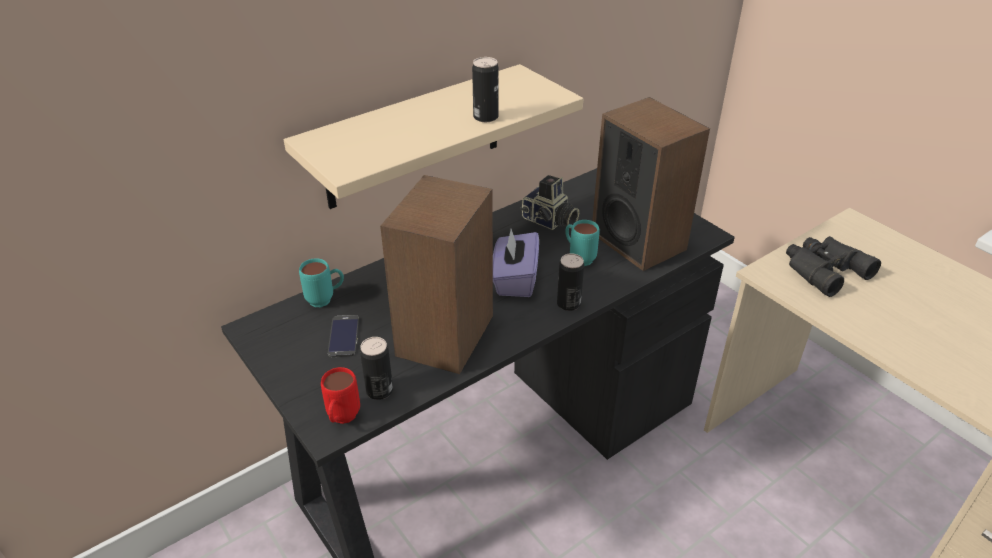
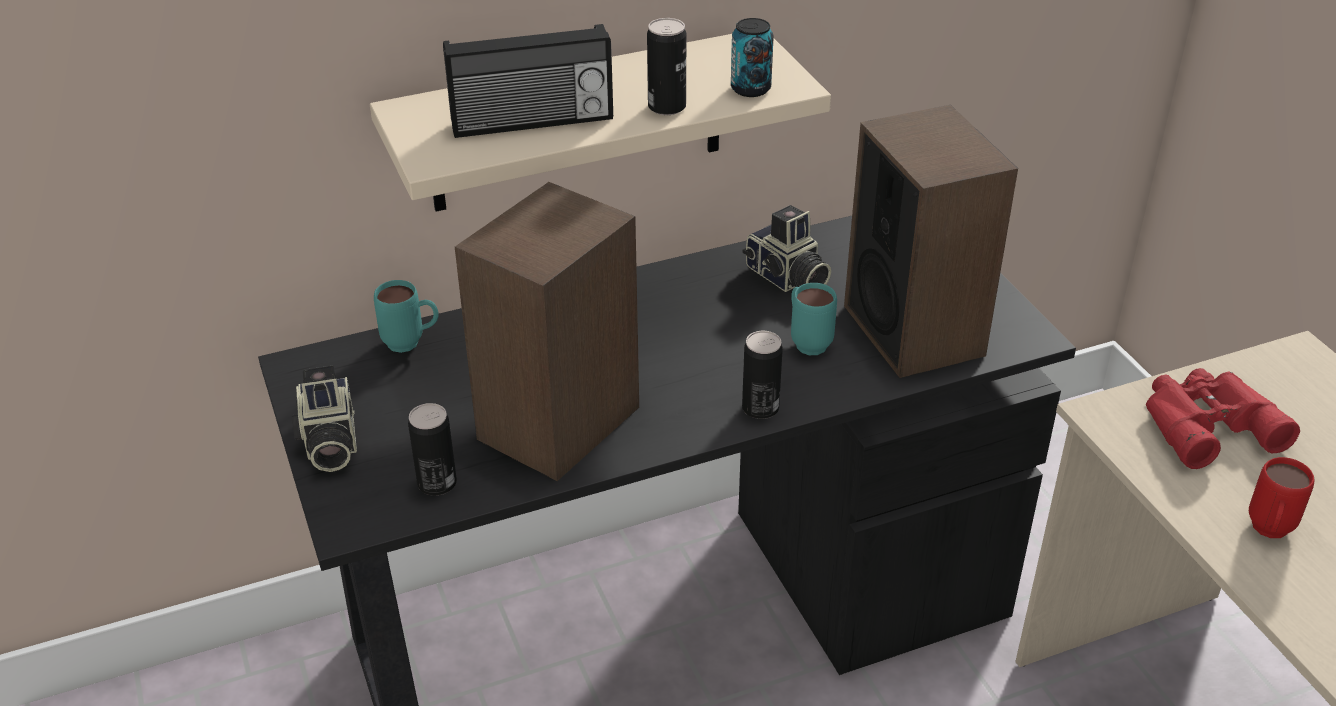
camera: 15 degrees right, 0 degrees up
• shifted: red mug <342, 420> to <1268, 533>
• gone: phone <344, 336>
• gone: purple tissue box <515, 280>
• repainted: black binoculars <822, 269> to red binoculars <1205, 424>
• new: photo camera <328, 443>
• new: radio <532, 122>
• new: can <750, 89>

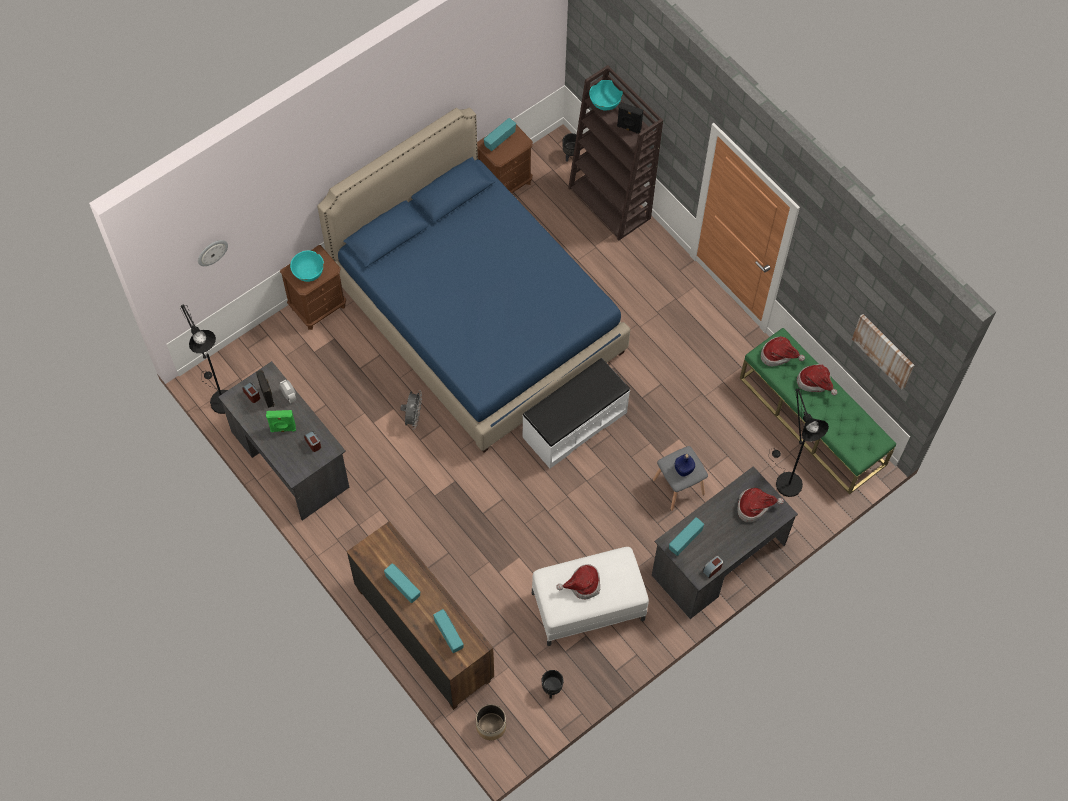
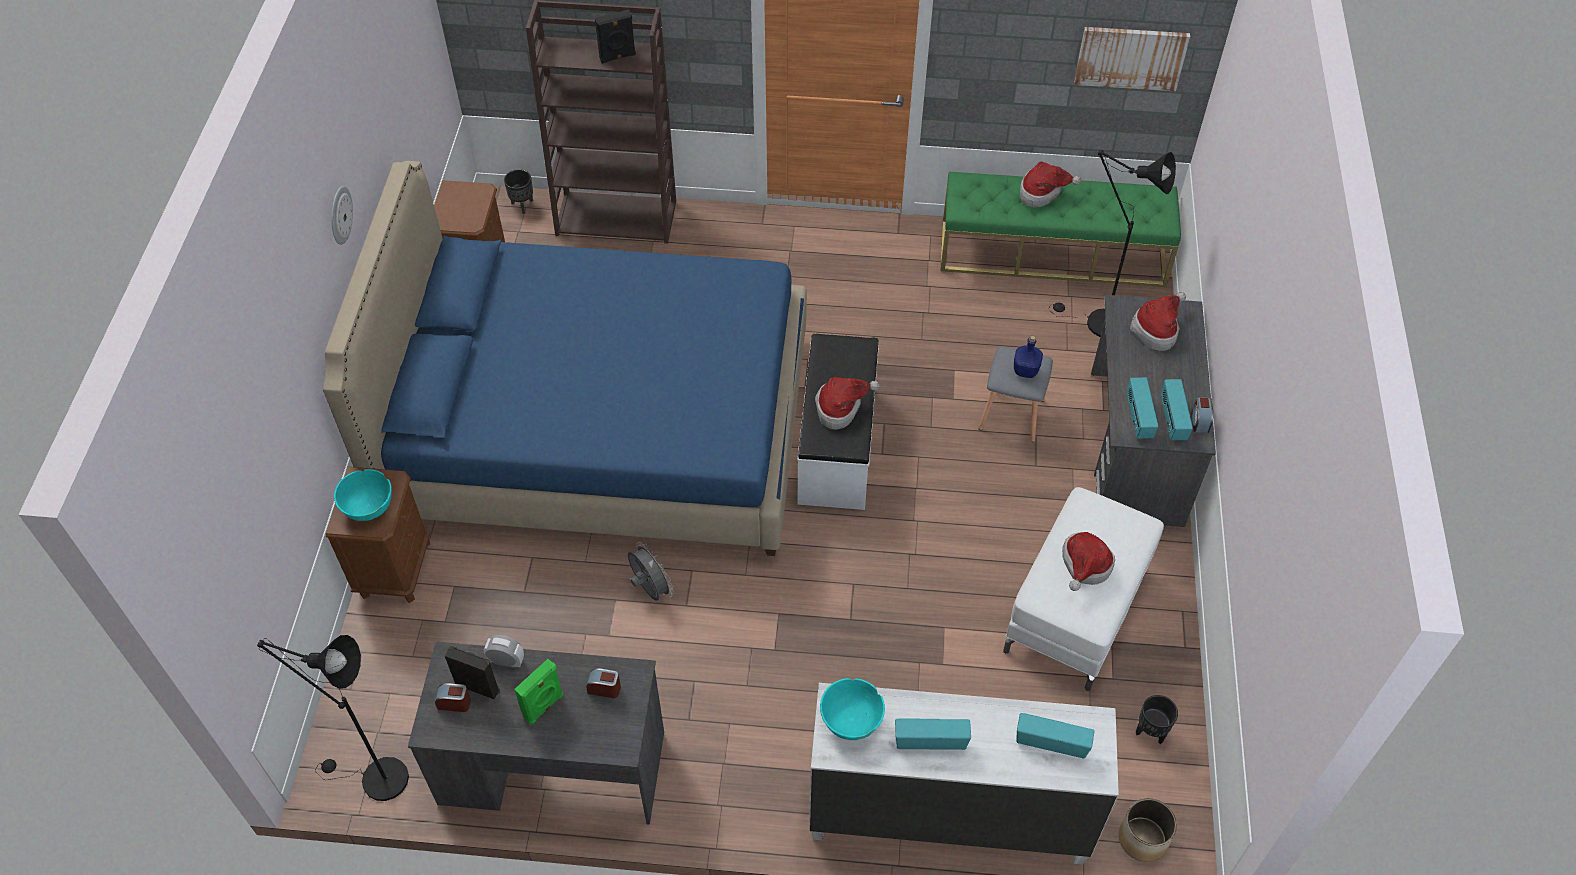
camera: 45 degrees left, 10 degrees down
• shifted: wall clock <212, 252> to <340, 215>
• repainted: brown dresser <424, 634> to white dresser <947, 813>
• shifted: radio <499, 140> to <1172, 420>
• shifted: turquoise bowl <605, 102> to <851, 720>
• shifted: hat <778, 355> to <841, 408>

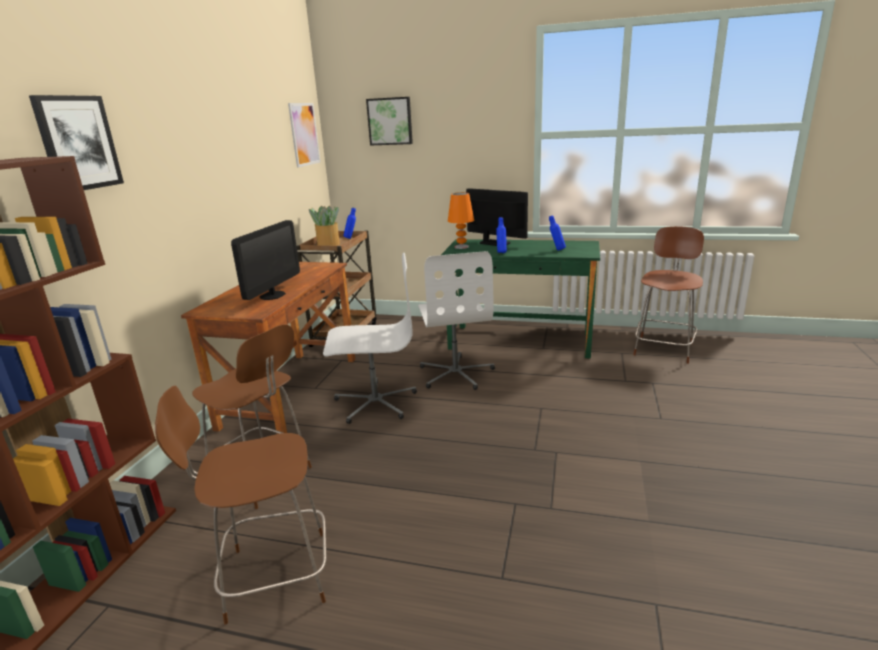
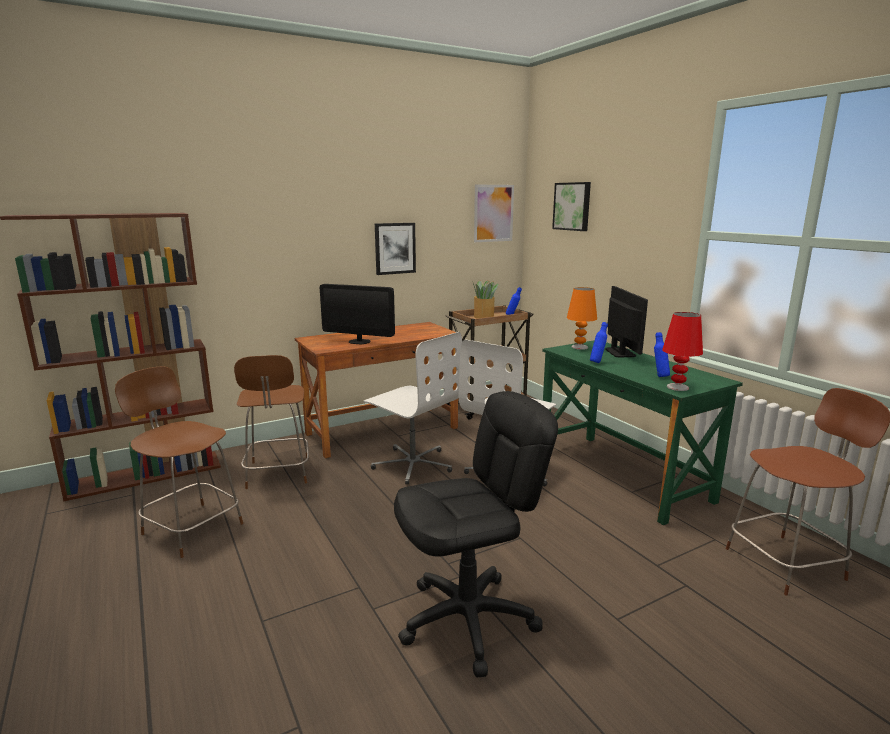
camera: 45 degrees right, 5 degrees down
• shifted: picture <78, 143> to <395, 248>
• rotated: monitor <272, 295> = <359, 341> 45 degrees clockwise
• new: black office chair <468, 620>
• new: red table lamp <678, 387>

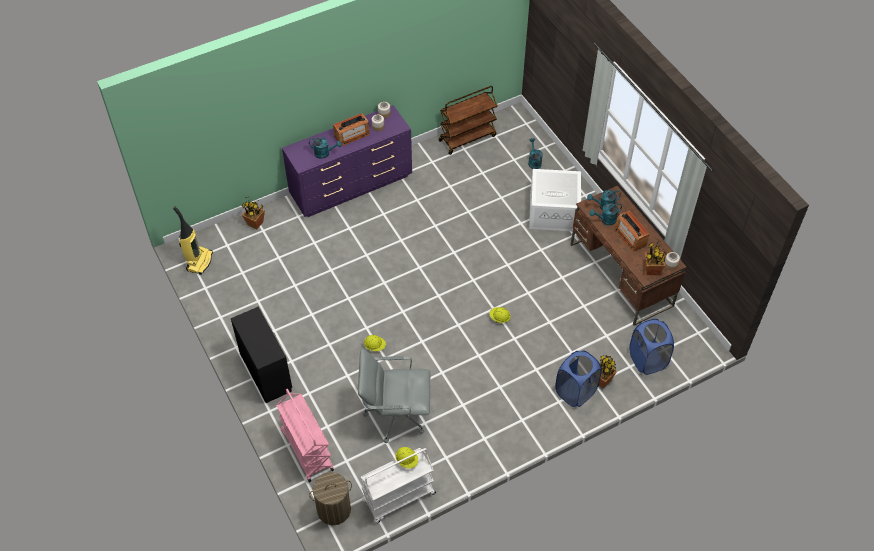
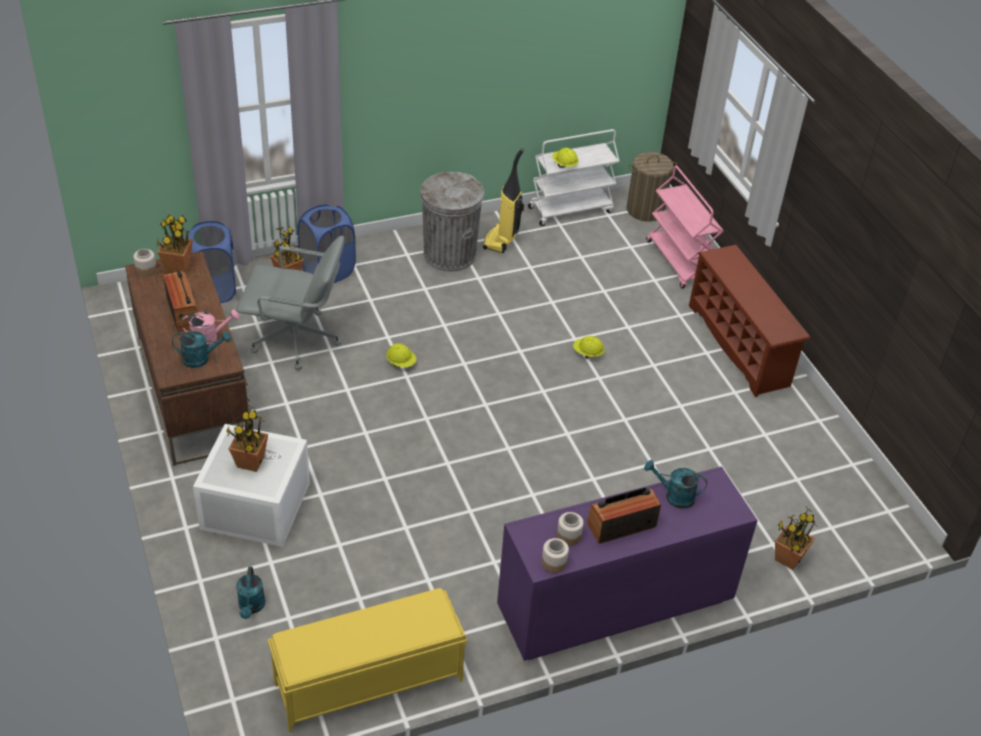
camera: 175 degrees left, 10 degrees down
• shifted: vacuum cleaner <199, 261> to <501, 240>
• swapped: black dresser <266, 371> to brown shoe rack <740, 345>
• shifted: grey office chair <395, 414> to <296, 340>
• swapped: brown cart <467, 138> to yellow bench <367, 682>
• repainted: turquoise watering can <605, 220> to pink watering can <209, 339>
• new: potted plant <250, 462>
• new: grey trash can <449, 255>

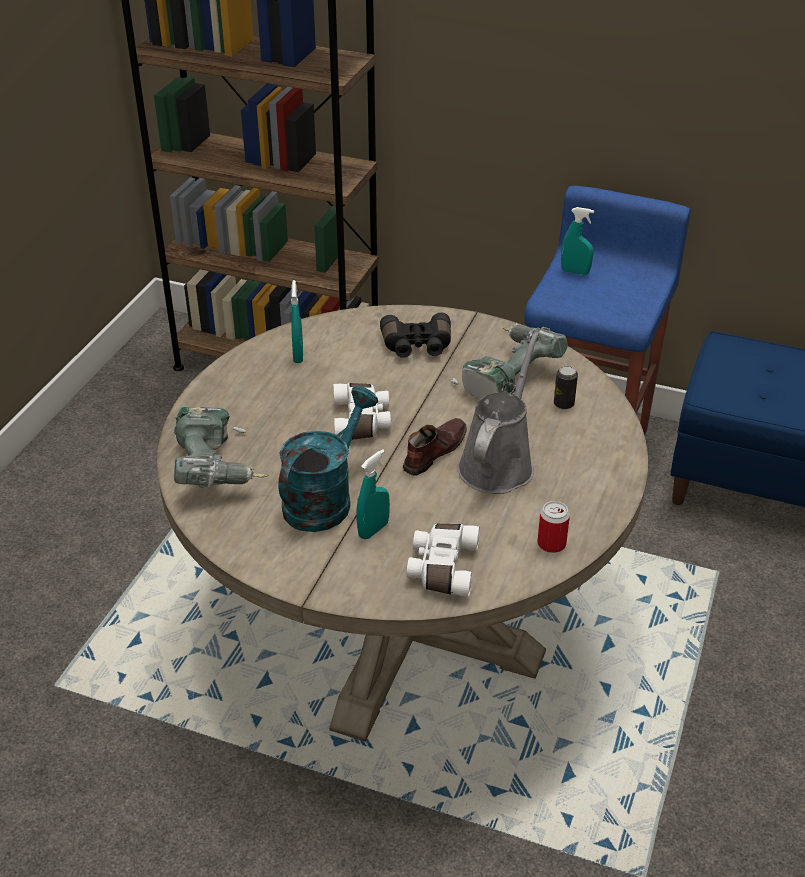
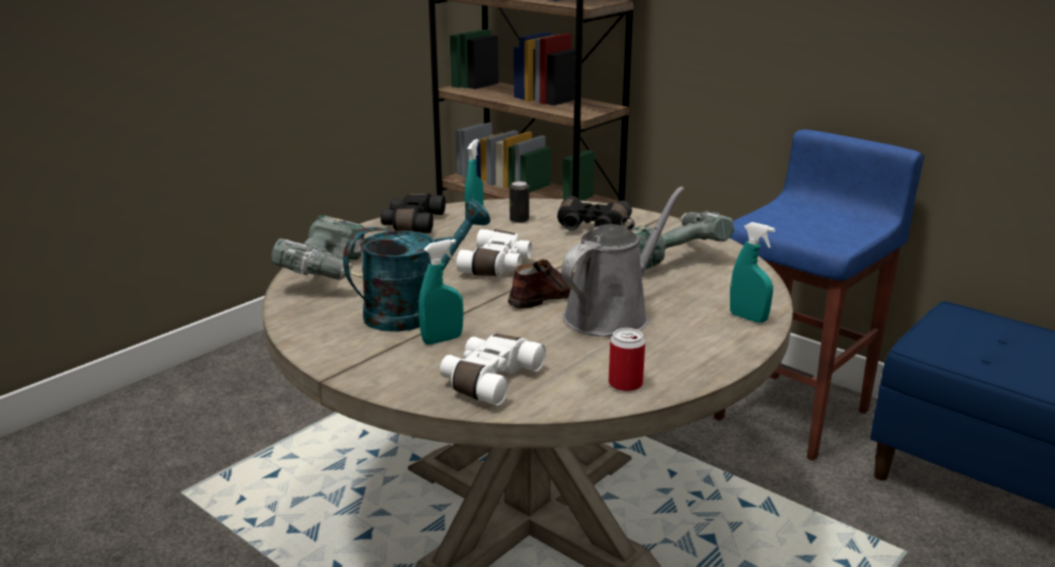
camera: 20 degrees right, 15 degrees down
• shifted: can <563, 404> to <519, 220>
• shifted: turquoise spray bottle <575, 272> to <748, 318>
• new: black binoculars <412, 224>

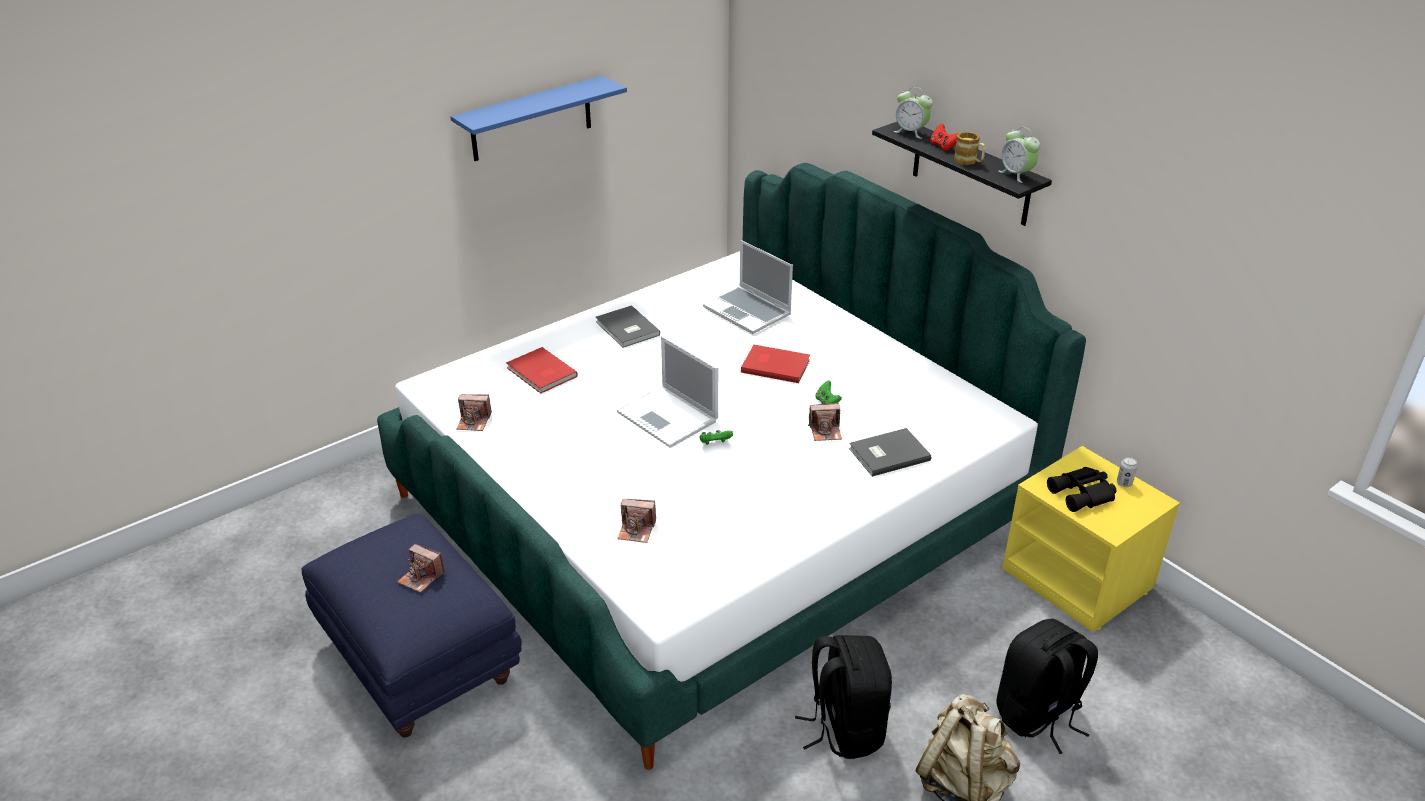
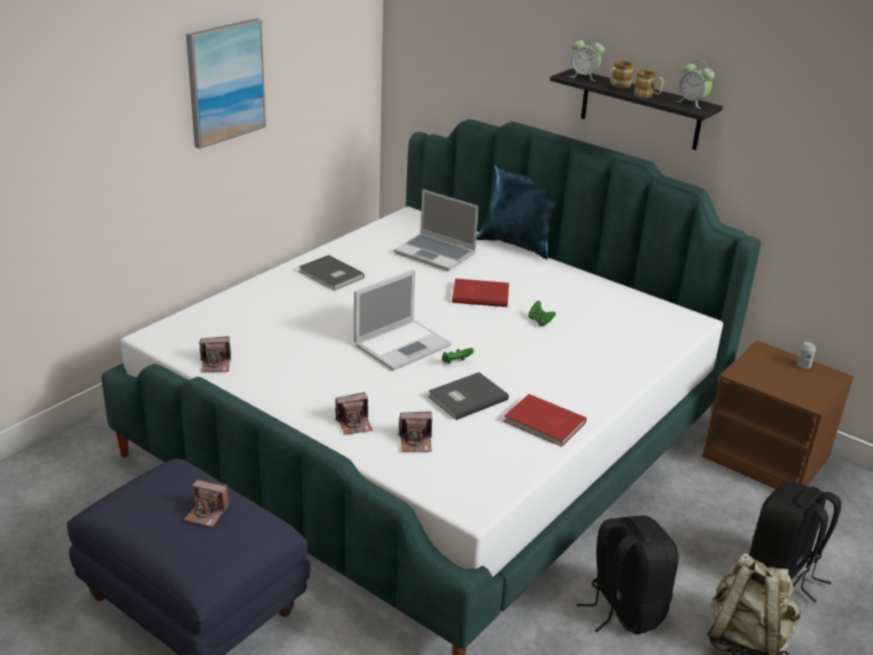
camera: 15 degrees left, 5 degrees down
• swapped: blue shelf <531, 119> to picture <225, 82>
• shifted: red book <541, 373> to <544, 423>
• rotated: laptop <669, 417> = <403, 344> 75 degrees counterclockwise
• shifted: photo camera <825, 431> to <354, 424>
• shifted: grey book <887, 453> to <465, 397>
• swapped: red game controller <943, 146> to mug <618, 86>
• repainted: yellow nightstand <1079, 579> to brown nightstand <767, 458>
• gone: black binoculars <1083, 494>
• new: blue pillow <517, 245>

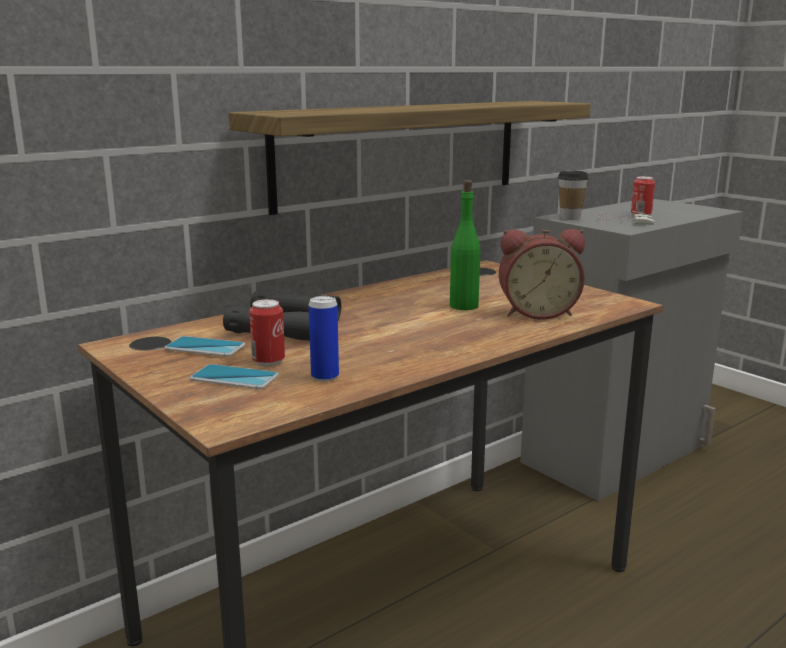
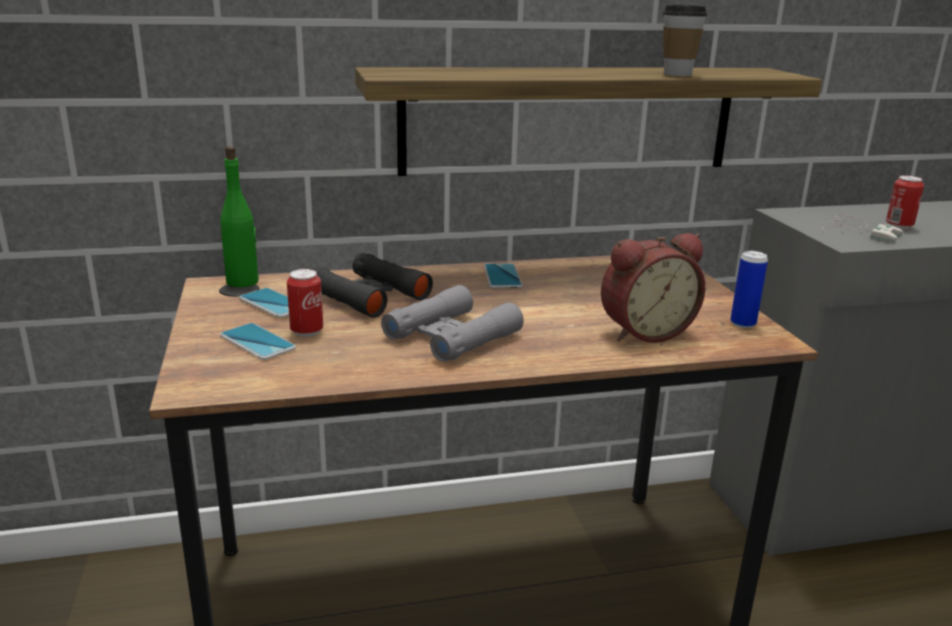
camera: 25 degrees right, 5 degrees up
• shifted: can <325, 377> to <743, 323>
• shifted: green bottle <464, 306> to <243, 282>
• rotated: alarm clock <537, 313> = <644, 331> 45 degrees counterclockwise
• shifted: cup <570, 218> to <677, 74>
• new: grey binoculars <452, 336>
• new: phone <502, 277>

